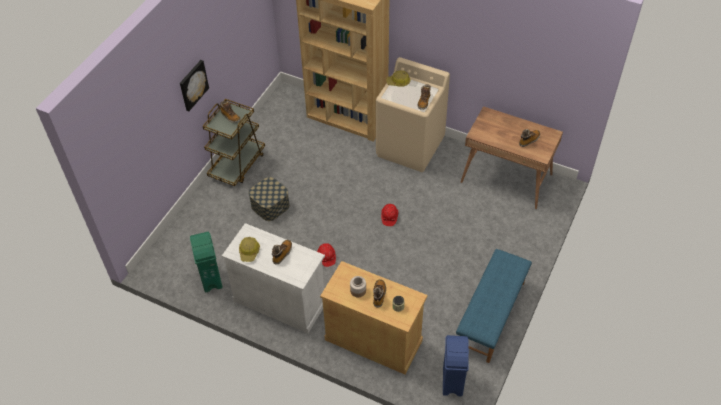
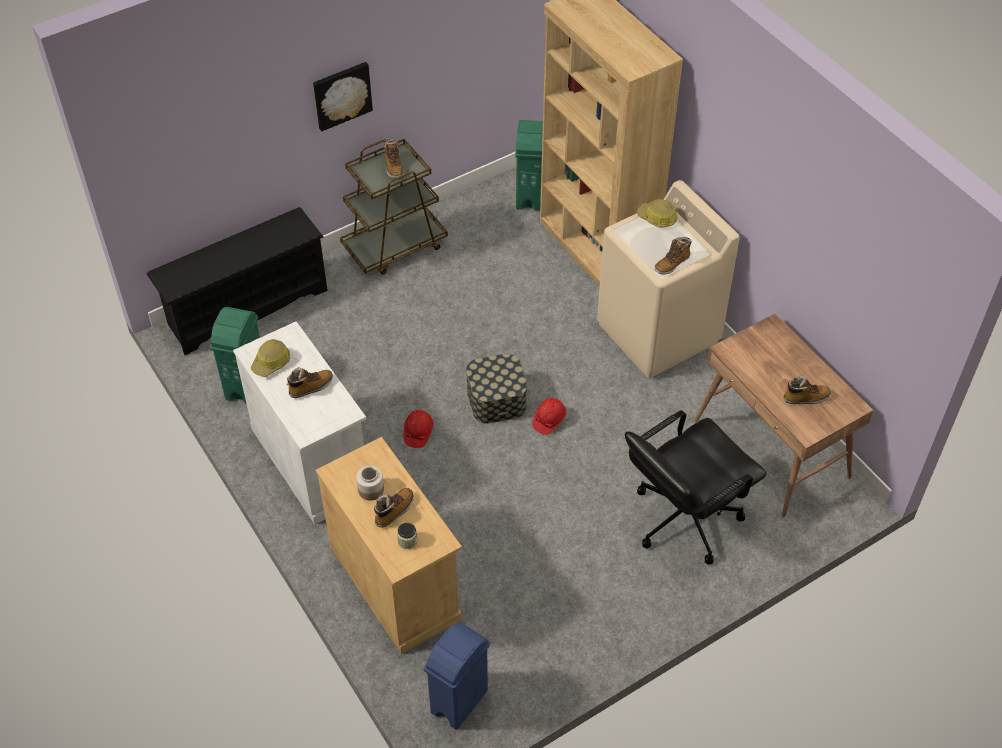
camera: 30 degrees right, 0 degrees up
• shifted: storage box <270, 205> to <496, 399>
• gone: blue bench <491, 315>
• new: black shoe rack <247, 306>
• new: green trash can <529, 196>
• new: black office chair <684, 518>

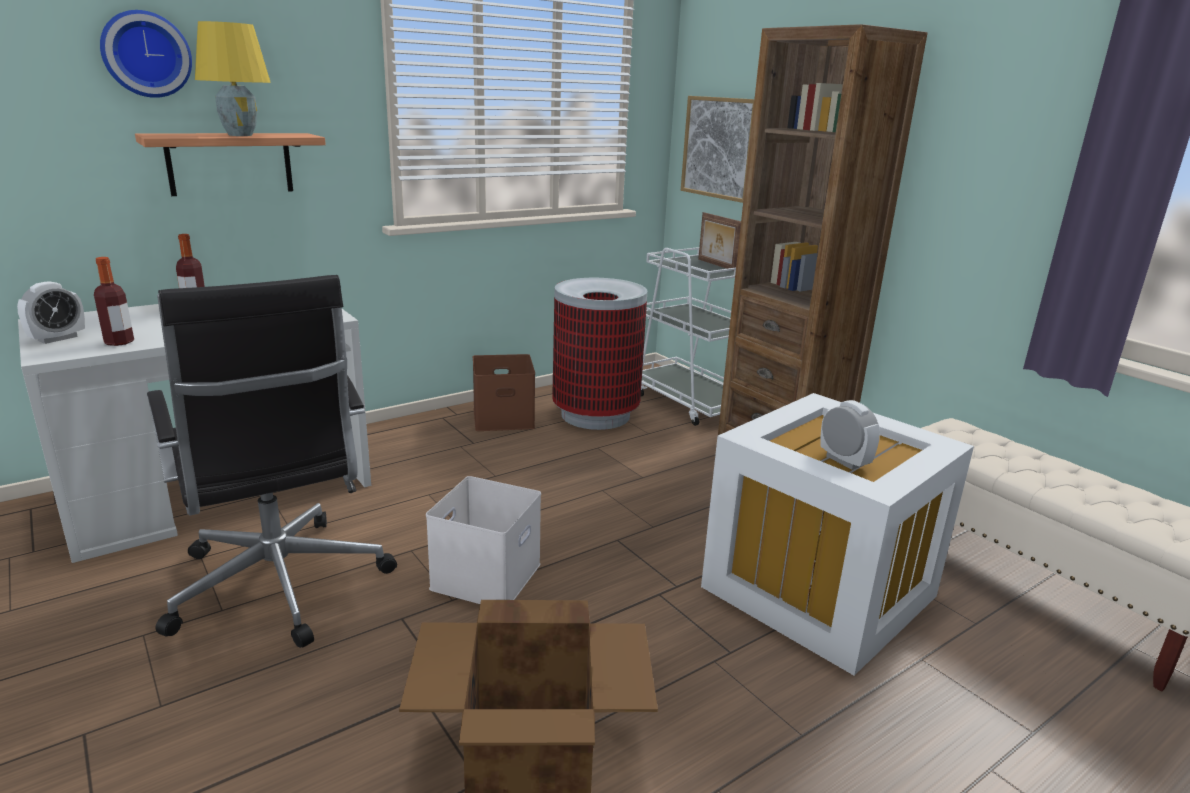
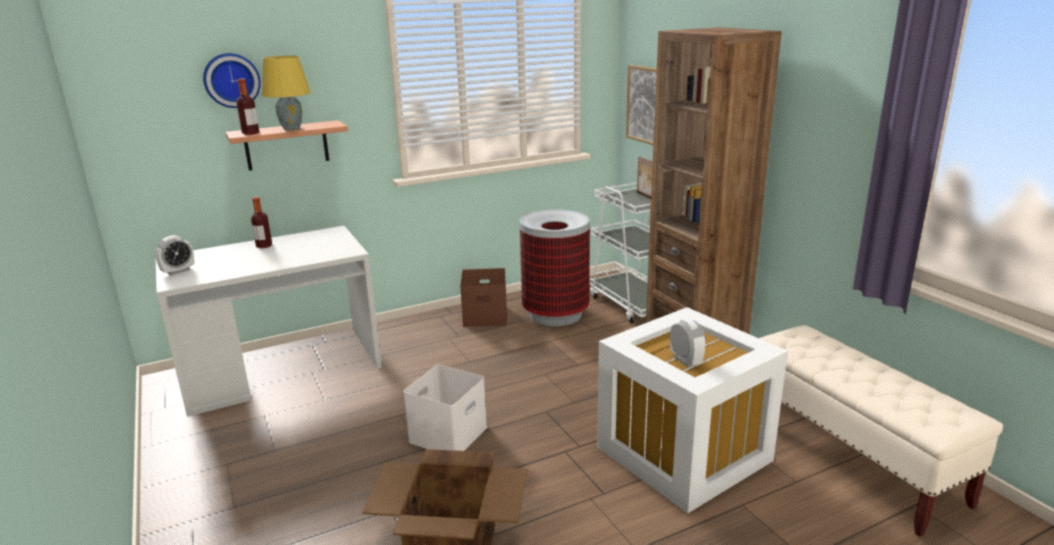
camera: 10 degrees right, 0 degrees up
• shifted: bottle <119, 342> to <250, 133>
• gone: black office chair <280, 587>

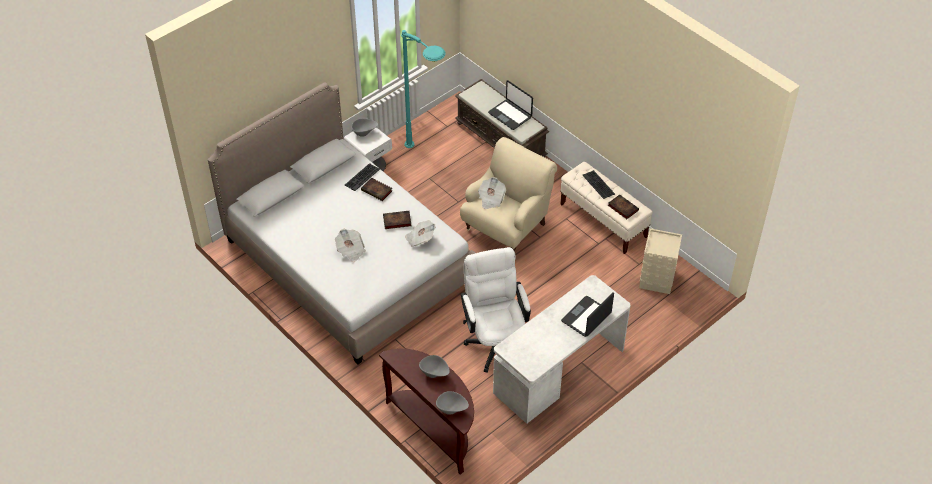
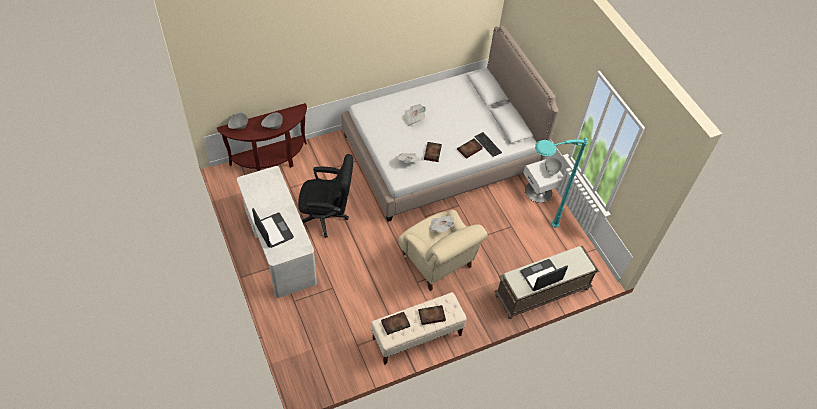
camera: 105 degrees right, 5 degrees up
• repainted: white office chair <495, 340> to black office chair <327, 217>
• swapped: keyboard <598, 184> to book <431, 316>
• gone: beige storage box <657, 280>

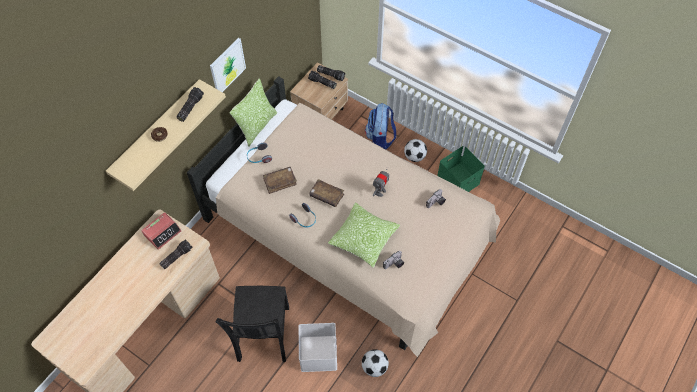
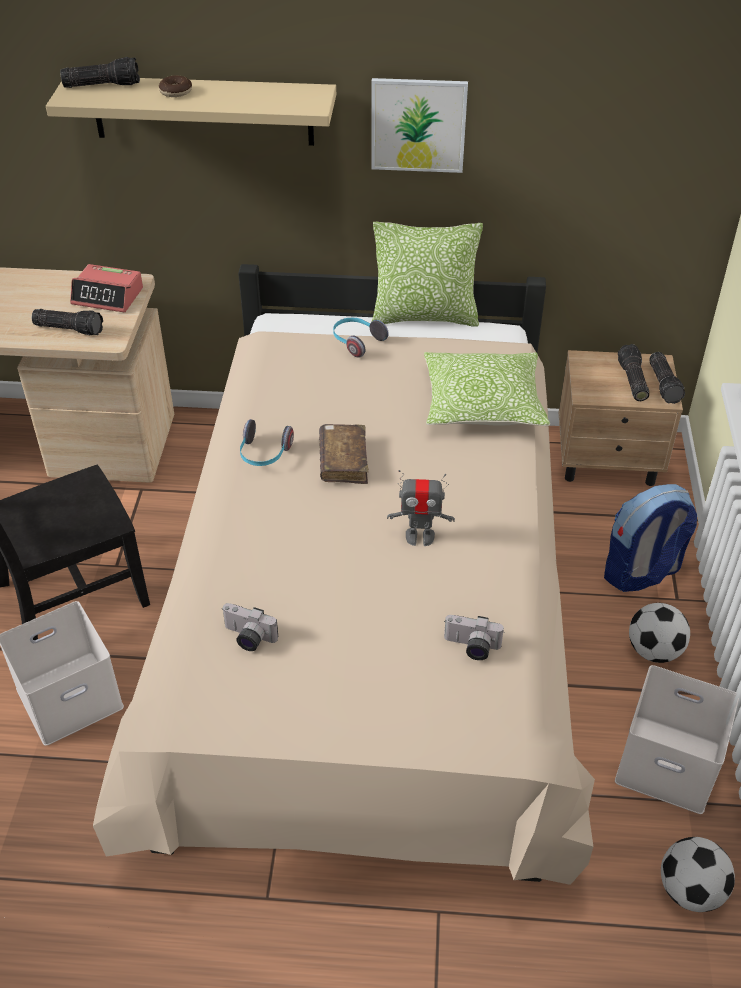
camera: 60 degrees right, 15 degrees down
• shifted: flashlight <190, 107> to <103, 84>
• gone: brown book <280, 182>
• shifted: pillow <364, 238> to <482, 404>
• shifted: football <374, 367> to <690, 890>
• repainted: green storage box <458, 180> to white storage box <670, 762>

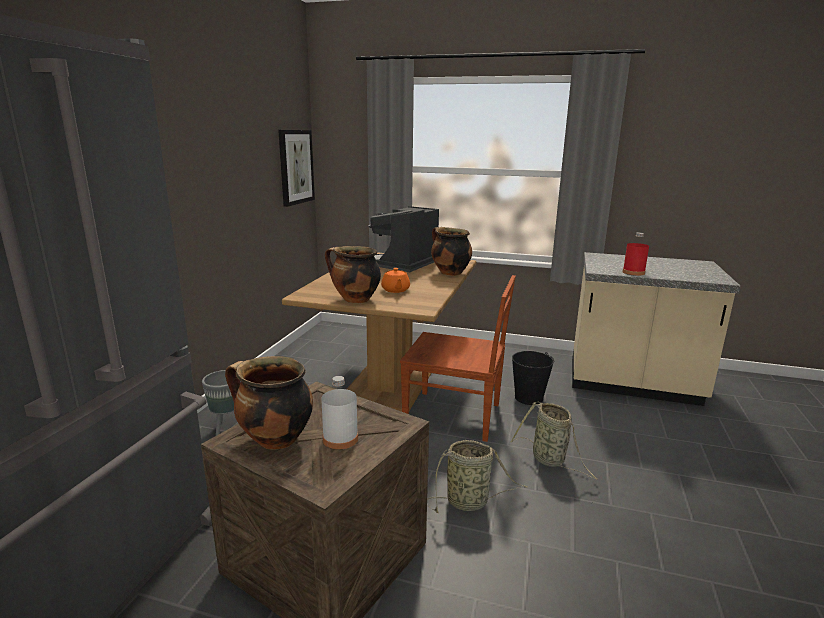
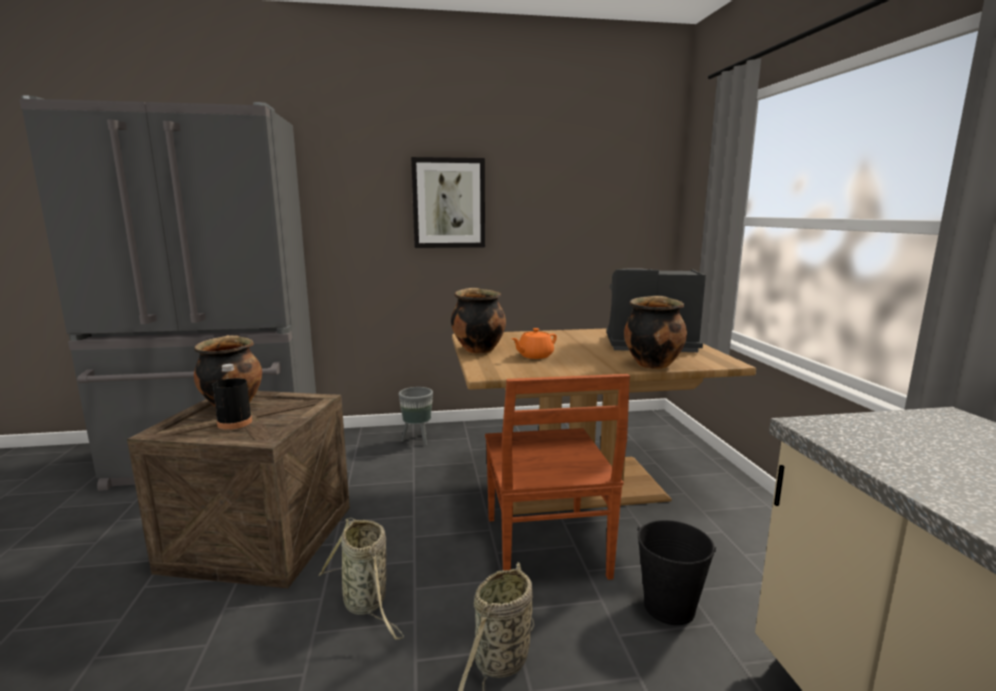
camera: 65 degrees right, 5 degrees down
• shifted: picture <295, 167> to <448, 203>
• repainted: white bottle <340, 439> to black bottle <234, 423>
• gone: red bottle <633, 272>

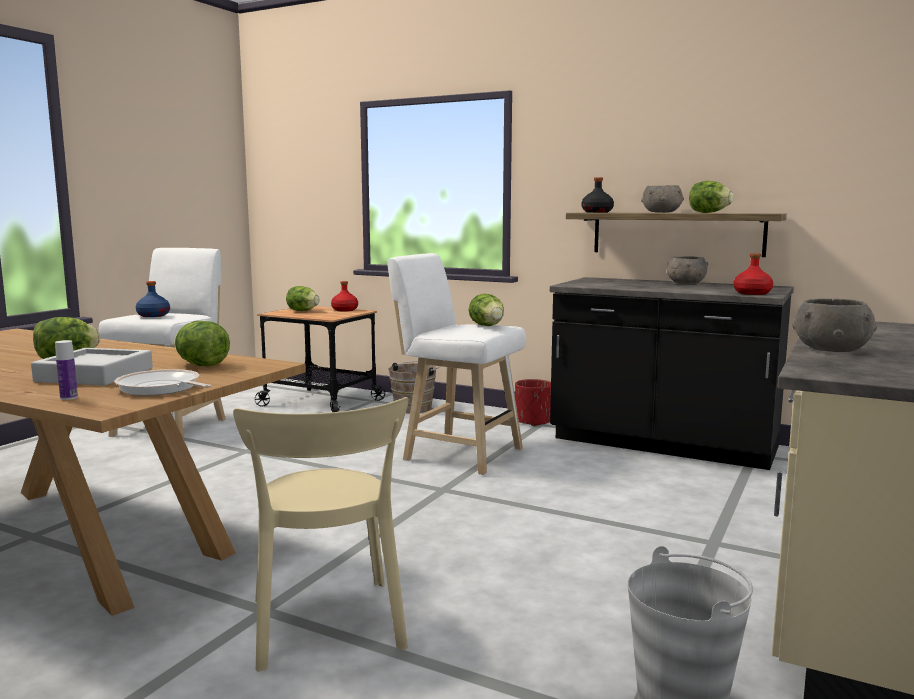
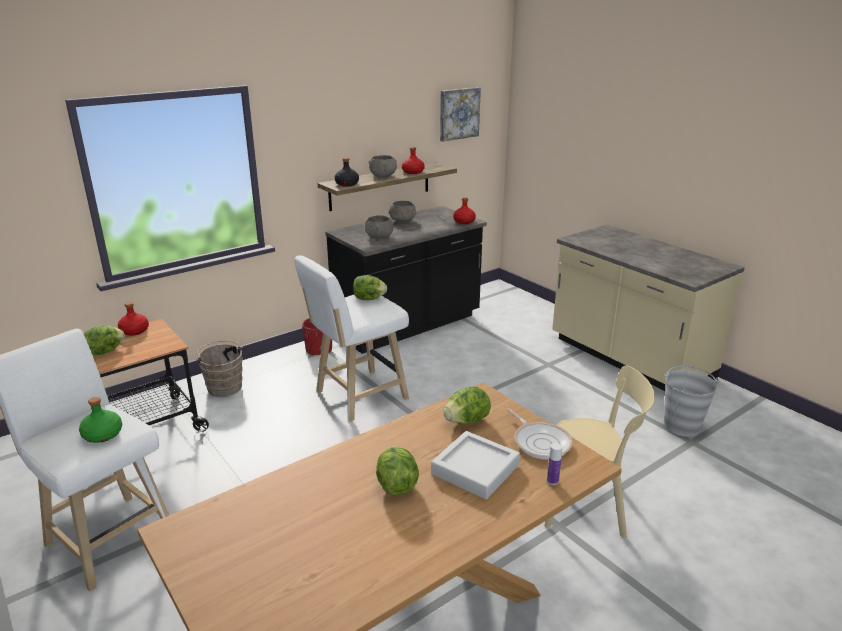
camera: 65 degrees left, 15 degrees up
• rotated: frying pan <161, 388> = <540, 442> 90 degrees counterclockwise
• repainted: blue bottle <153, 315> to green bottle <102, 435>
• swapped: lettuce <708, 212> to red bottle <412, 172>
• shifted: grey bowl <831, 349> to <379, 237>
• new: picture <459, 113>

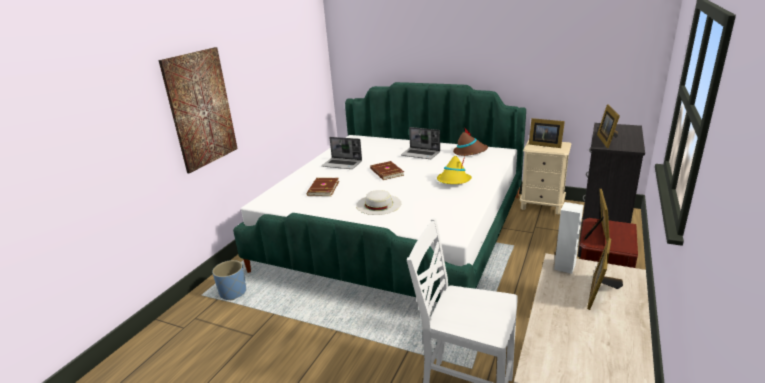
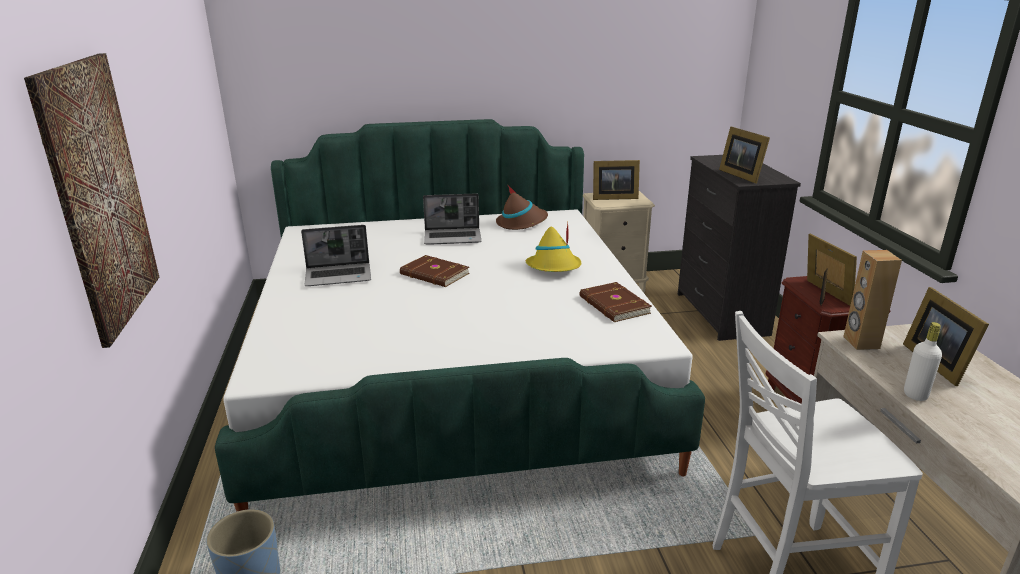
camera: 35 degrees left, 0 degrees up
• shifted: brown book <322, 189> to <613, 305>
• gone: white hat <378, 204>
• repainted: white speaker <564, 266> to brown speaker <860, 342>
• new: white bottle <915, 395>

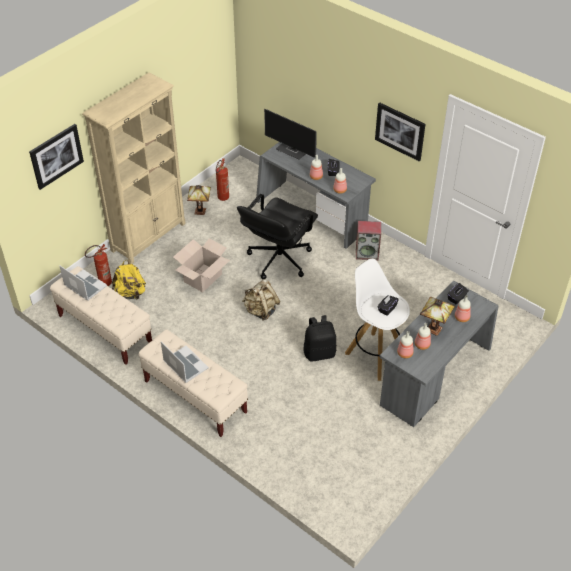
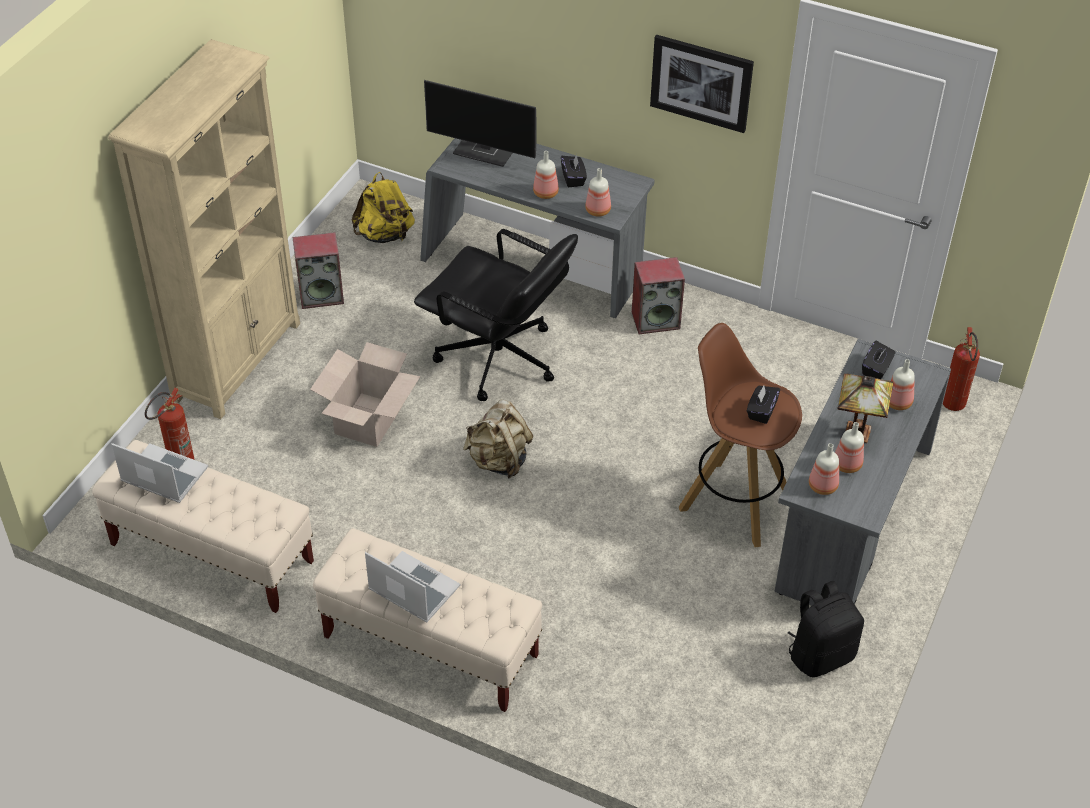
camera: 15 degrees left, 0 degrees up
• gone: picture <56, 156>
• shifted: yellow backpack <130, 293> to <385, 235>
• swapped: table lamp <201, 211> to speaker <322, 295>
• shifted: fire extinguisher <222, 199> to <954, 407>
• rotated: black office chair <278, 259> = <498, 359> 75 degrees counterclockwise
• shifted: black backpack <319, 352> to <820, 654>
• repainted: white stool <375, 355> to brown stool <734, 502>

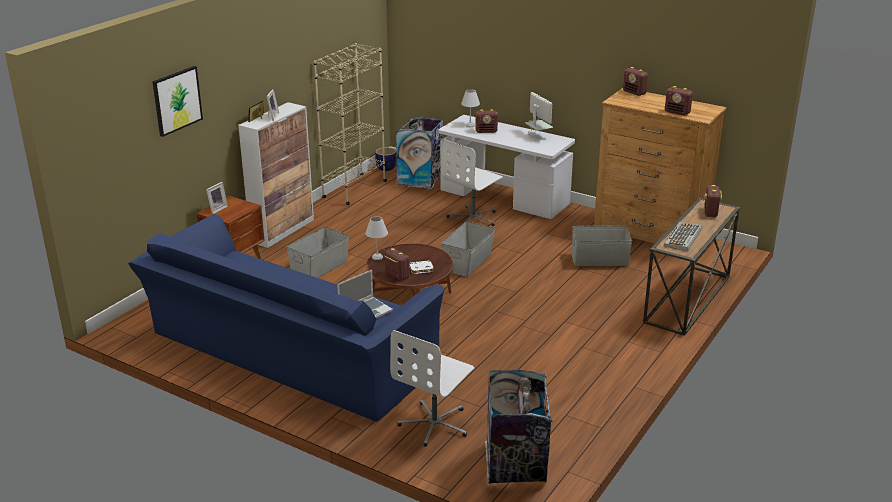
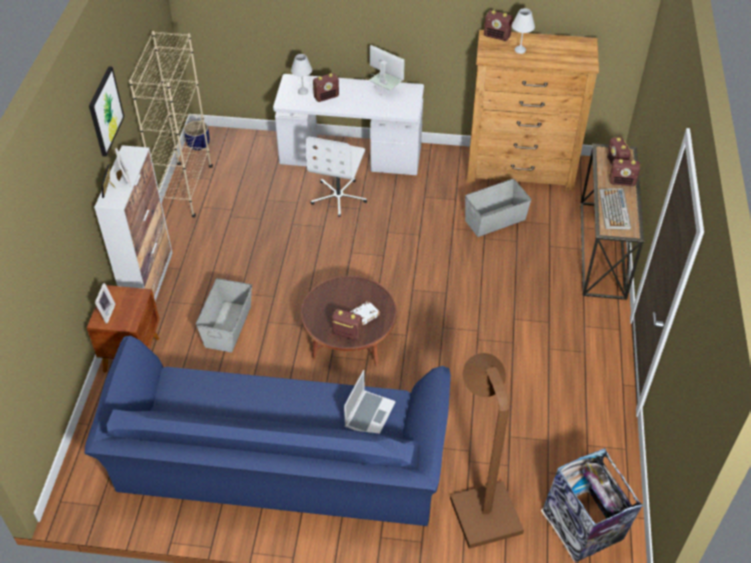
camera: 25 degrees left, 20 degrees up
• shifted: picture <177, 100> to <105, 111>
• shifted: white table lamp <377, 257> to <519, 50>
• swapped: white office chair <435, 424> to brown floor lamp <481, 506>
• gone: trash can <420, 179>
• gone: grey storage box <468, 262>
• shifted: radio <677, 112> to <622, 182>

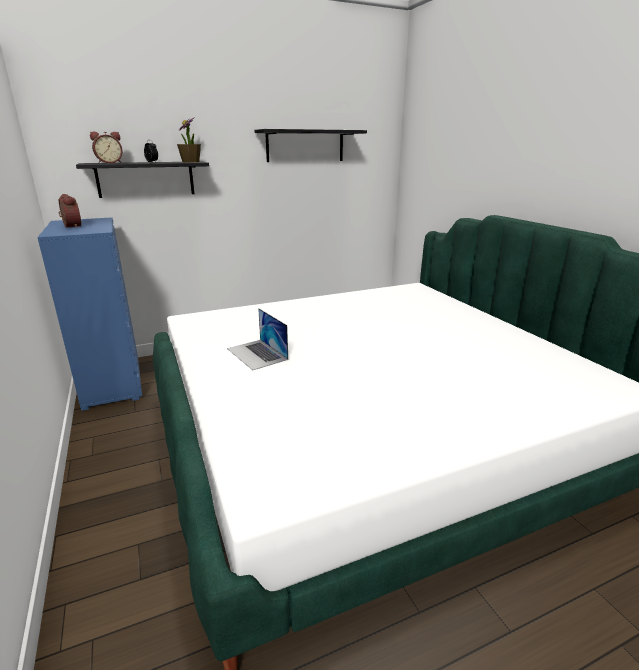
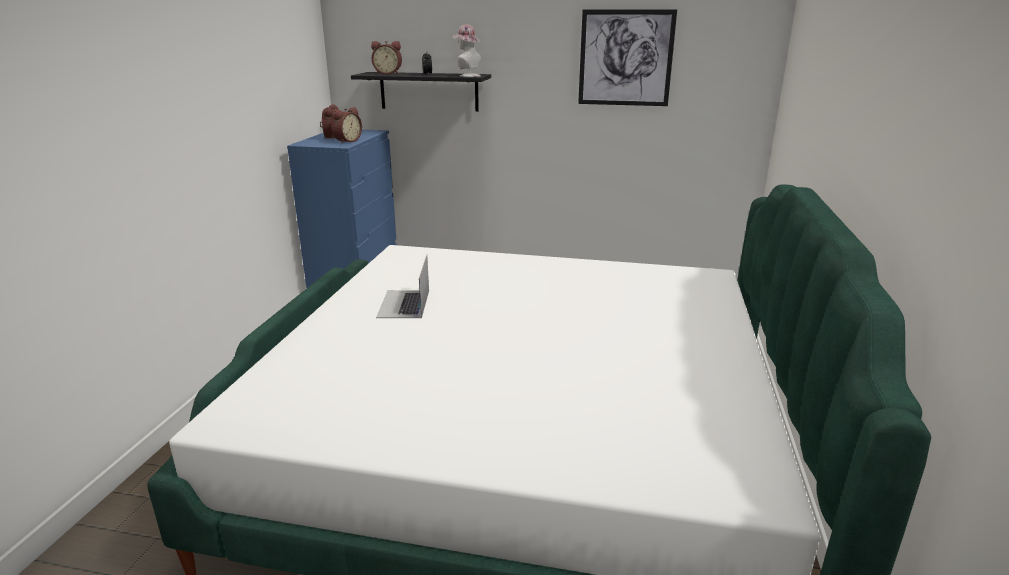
camera: 35 degrees right, 0 degrees up
• swapped: potted plant <190, 162> to hat <467, 75>
• swapped: black shelf <305, 146> to picture <625, 58>
• new: alarm clock <346, 141>

